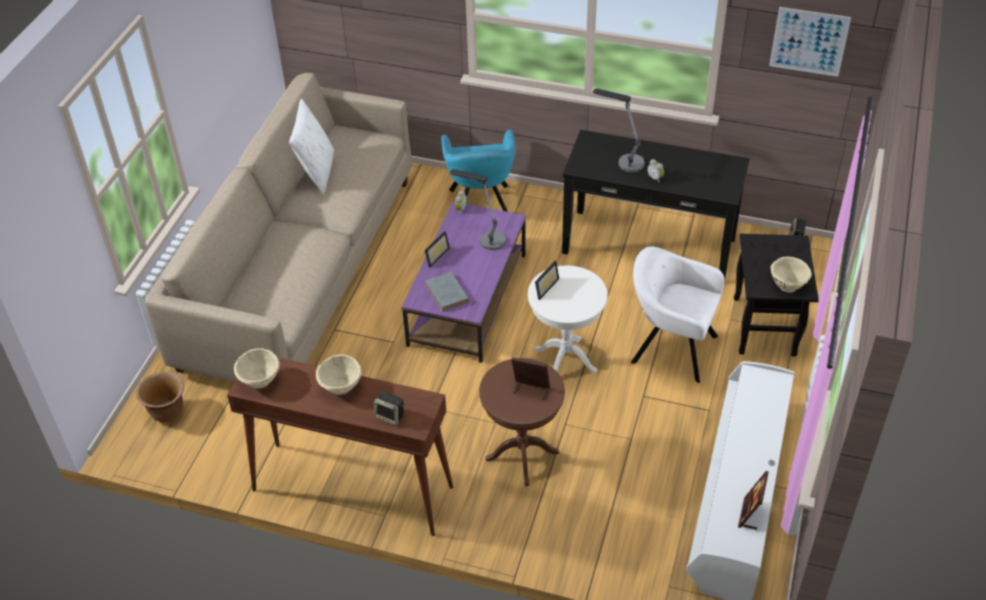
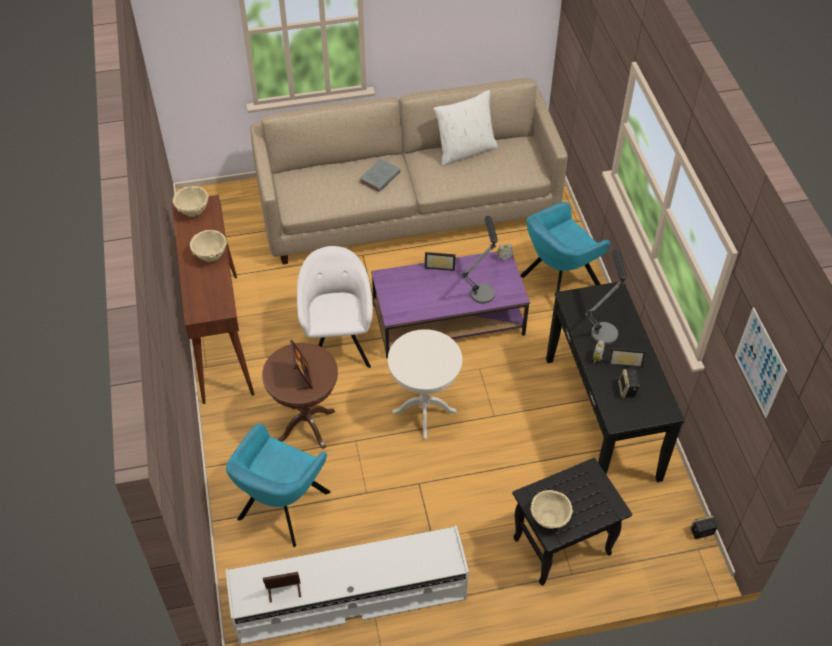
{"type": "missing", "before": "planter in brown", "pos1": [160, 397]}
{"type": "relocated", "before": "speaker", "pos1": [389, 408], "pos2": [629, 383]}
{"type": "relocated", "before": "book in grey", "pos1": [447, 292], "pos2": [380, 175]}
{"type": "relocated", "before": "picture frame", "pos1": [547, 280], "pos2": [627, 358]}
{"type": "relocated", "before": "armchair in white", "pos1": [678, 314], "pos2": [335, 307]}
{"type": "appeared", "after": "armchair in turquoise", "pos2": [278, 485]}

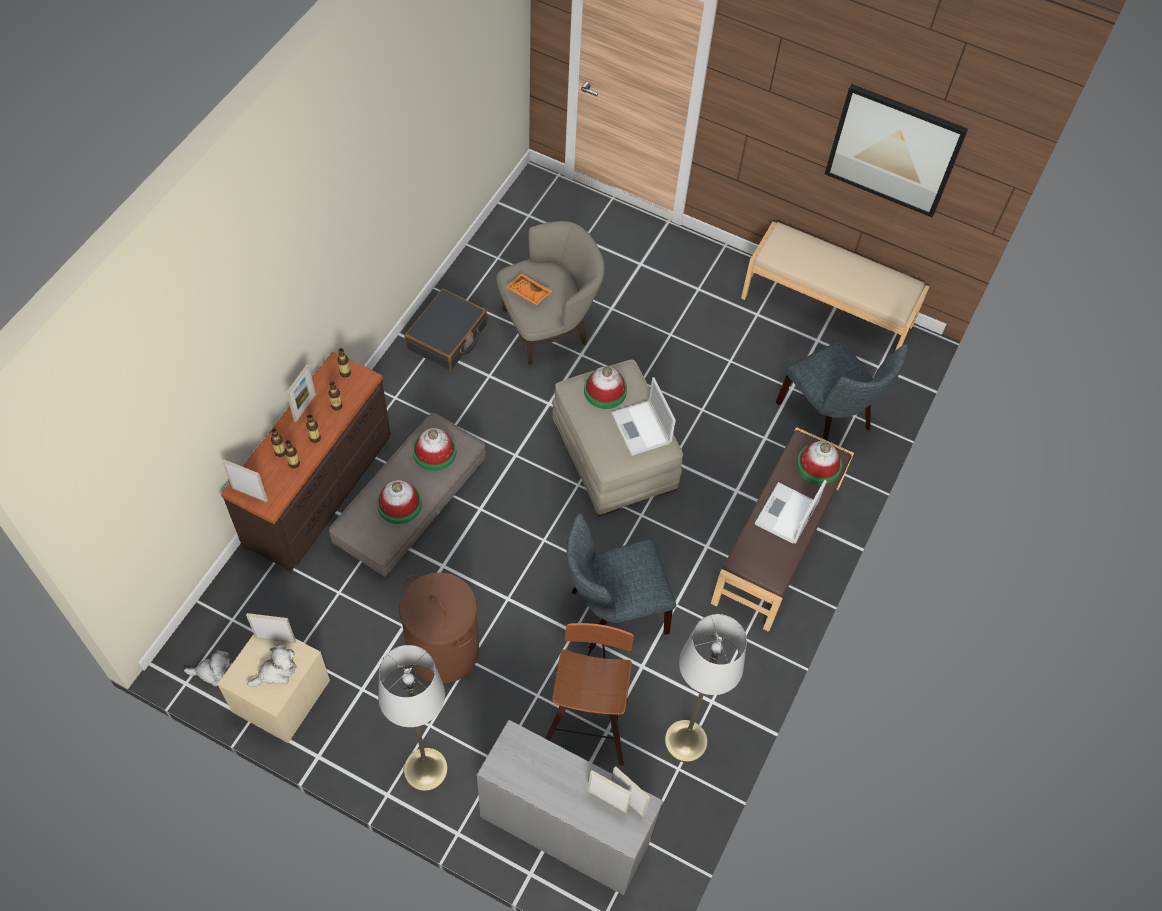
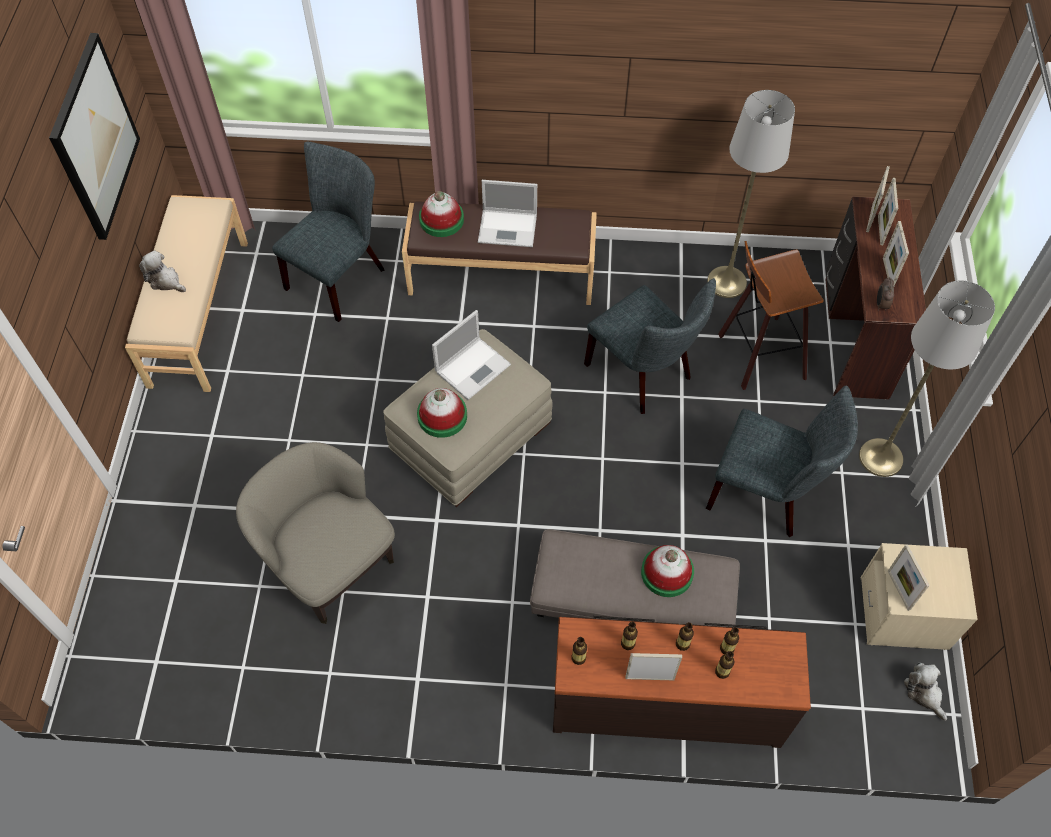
{"type": "relocated", "before": "picture frame", "pos1": [245, 480], "pos2": [896, 253]}
{"type": "relocated", "before": "plush toy", "pos1": [271, 666], "pos2": [162, 271]}
{"type": "exchanged", "before": "laundry basket in brown", "after": "chair in grey", "pos1": [439, 627], "pos2": [782, 461]}
{"type": "missing", "before": "suitcase in black", "pos1": [445, 329]}
{"type": "missing", "before": "hat", "pos1": [434, 449]}
{"type": "colour", "before": "desk in grey", "after": "desk in brown", "pos1": [570, 807], "pos2": [876, 298]}
{"type": "missing", "before": "tray in orange", "pos1": [529, 289]}
{"type": "appeared", "after": "alarm clock", "pos2": [885, 294]}

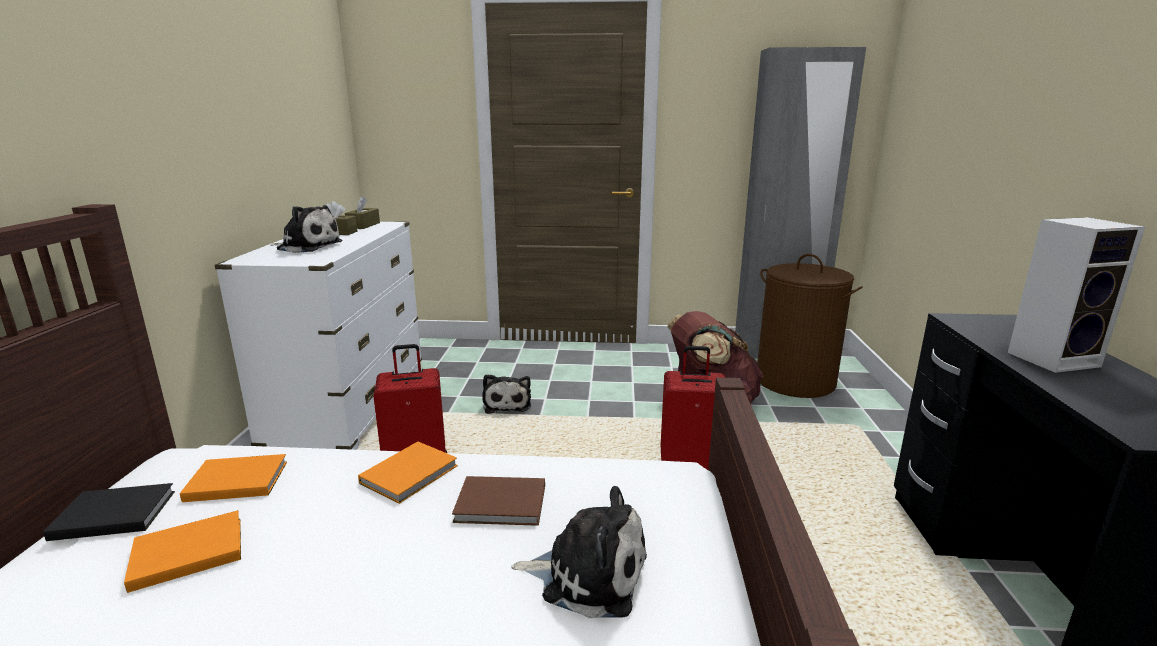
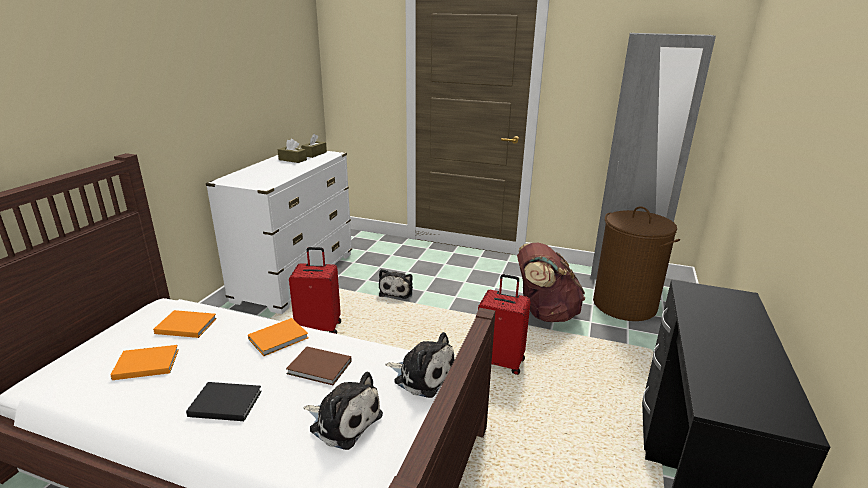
{"type": "relocated", "before": "book in black", "pos1": [109, 512], "pos2": [224, 401]}
{"type": "relocated", "before": "plush toy", "pos1": [306, 229], "pos2": [419, 365]}
{"type": "missing", "before": "speaker", "pos1": [1076, 295]}

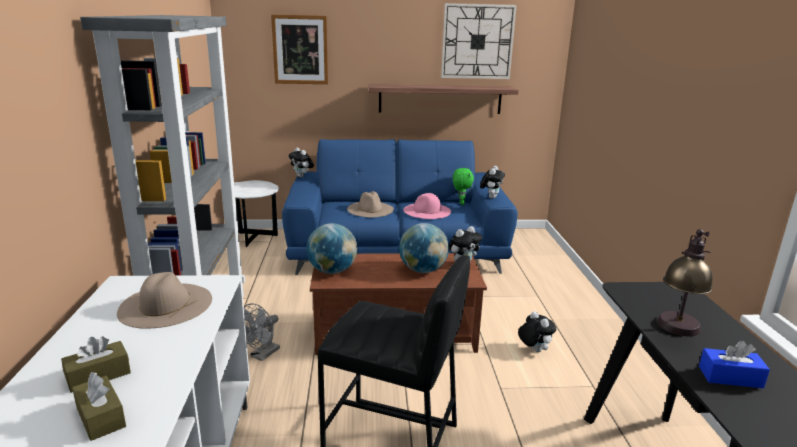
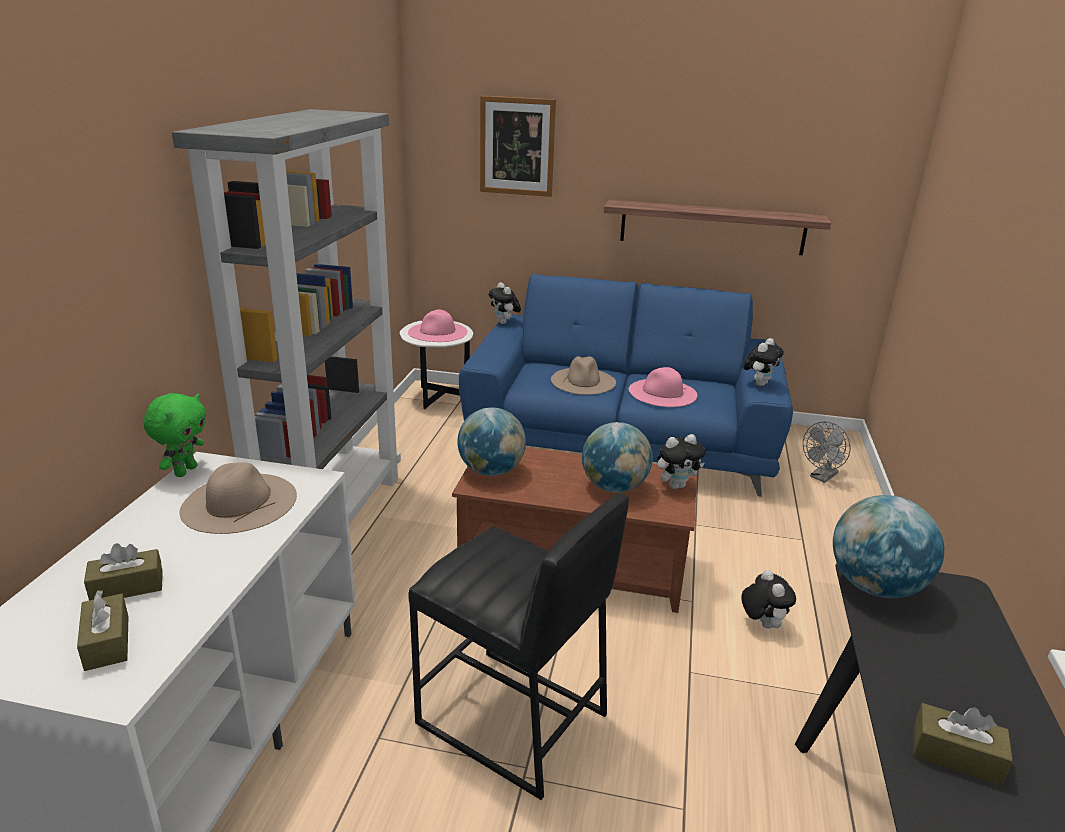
{"type": "relocated", "before": "fan in grey", "pos1": [262, 332], "pos2": [827, 452]}
{"type": "missing", "before": "wall clock", "pos1": [479, 41]}
{"type": "relocated", "before": "plush toy in green", "pos1": [463, 186], "pos2": [175, 435]}
{"type": "missing", "before": "table lamp", "pos1": [685, 282]}
{"type": "colour", "before": "tissue box in blue", "after": "tissue box in brown", "pos1": [734, 364], "pos2": [963, 744]}
{"type": "appeared", "after": "hat in pink", "pos2": [437, 325]}
{"type": "appeared", "after": "globe", "pos2": [888, 546]}

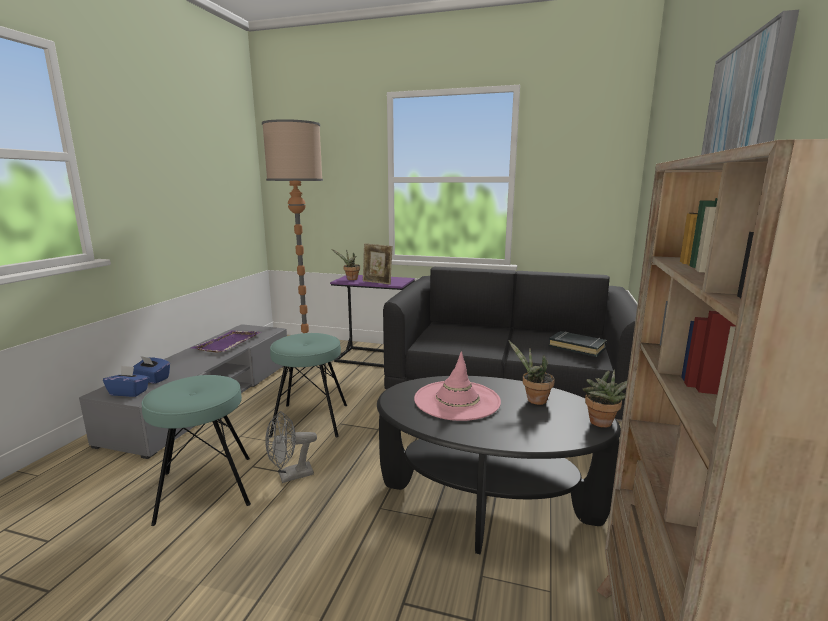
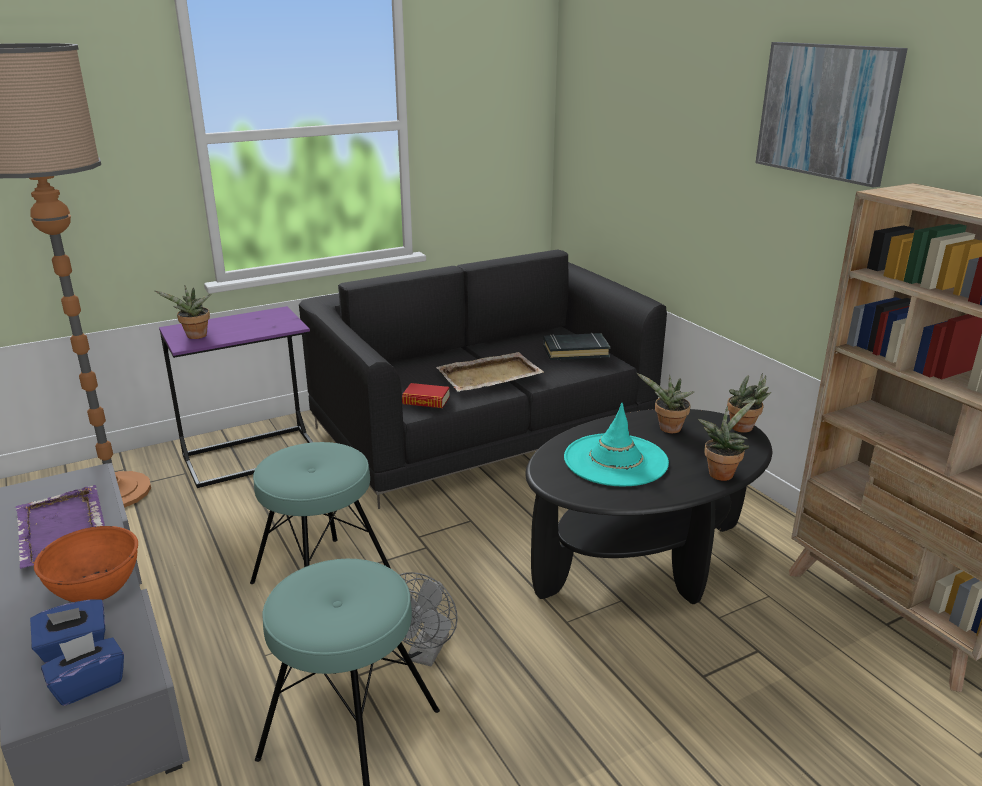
{"type": "missing", "before": "picture frame", "pos1": [378, 264]}
{"type": "colour", "before": "hat in pink", "after": "hat in turquoise", "pos1": [457, 386], "pos2": [616, 444]}
{"type": "appeared", "after": "bowl in orange", "pos2": [86, 564]}
{"type": "appeared", "after": "book", "pos2": [426, 395]}
{"type": "appeared", "after": "tray in beige", "pos2": [490, 372]}
{"type": "appeared", "after": "potted plant", "pos2": [727, 440]}

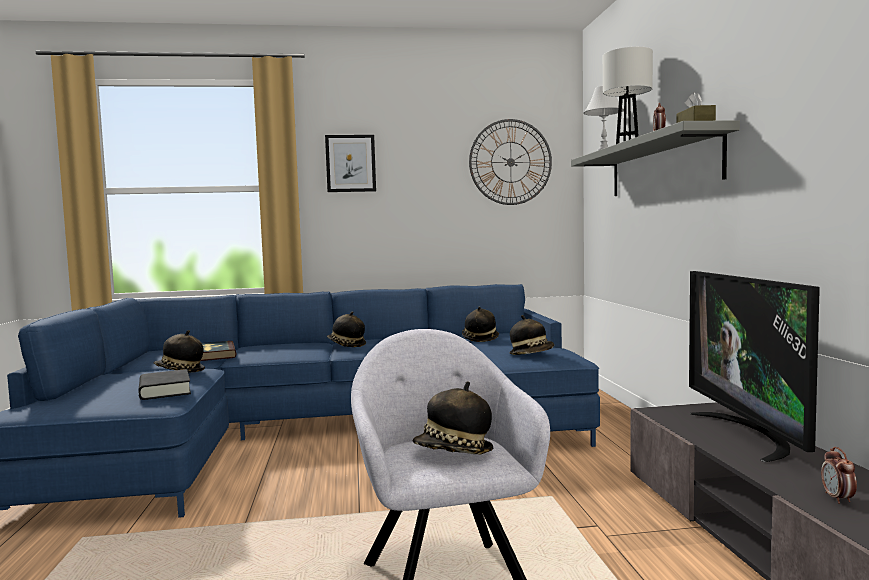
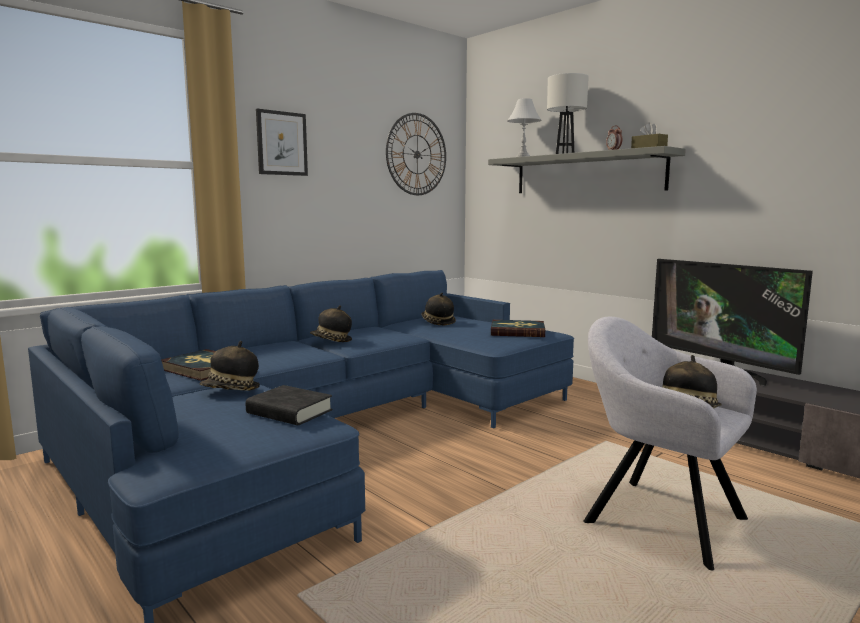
{"type": "exchanged", "before": "hat", "after": "book", "pos1": [531, 335], "pos2": [518, 328]}
{"type": "missing", "before": "alarm clock", "pos1": [839, 475]}

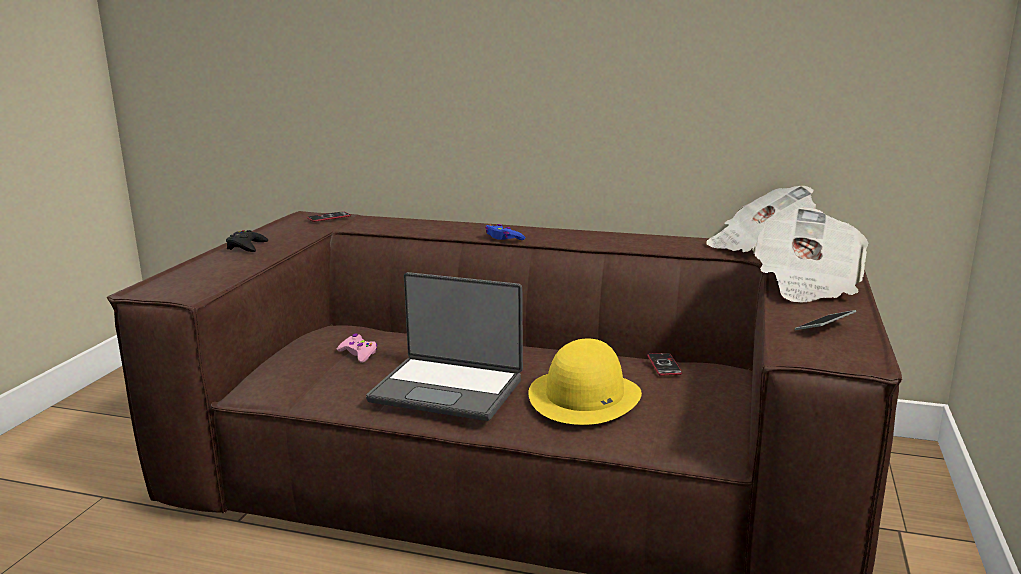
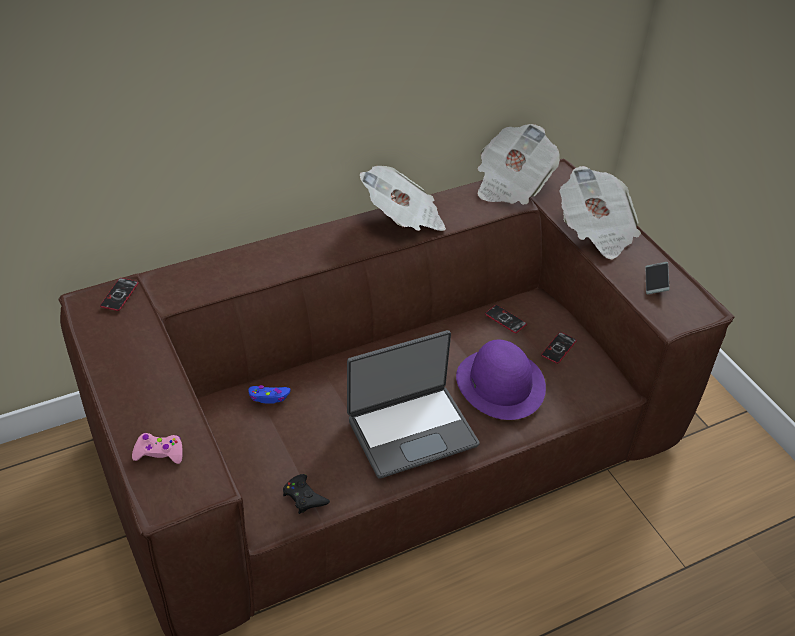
{"type": "relocated", "before": "game controller in black", "pos1": [247, 241], "pos2": [306, 494]}
{"type": "relocated", "before": "game controller in pink", "pos1": [357, 348], "pos2": [157, 448]}
{"type": "relocated", "before": "game controller in blue", "pos1": [505, 232], "pos2": [270, 394]}
{"type": "colour", "before": "hat in yellow", "after": "hat in purple", "pos1": [585, 382], "pos2": [501, 380]}
{"type": "appeared", "after": "newspaper", "pos2": [403, 198]}
{"type": "appeared", "after": "phone", "pos2": [559, 348]}

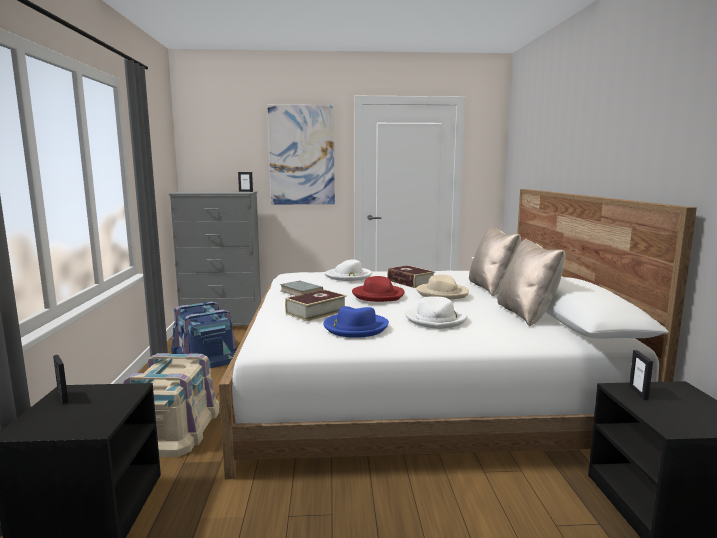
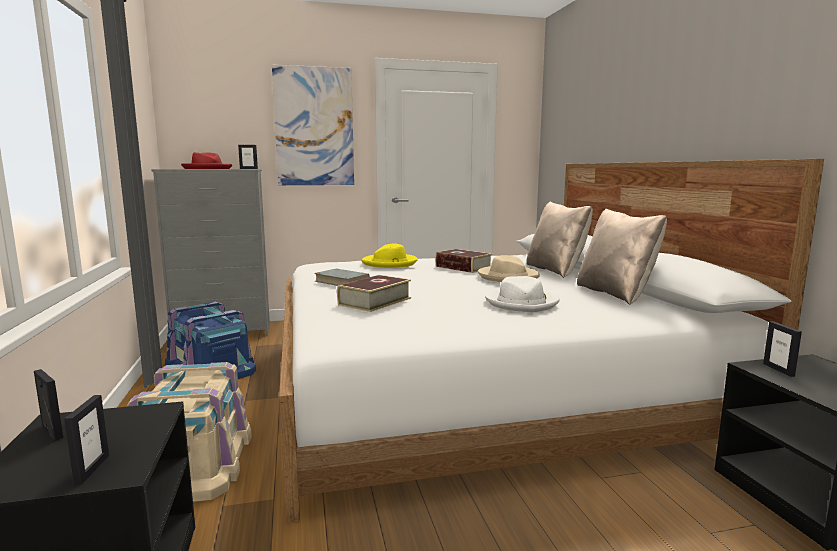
{"type": "missing", "before": "hat in blue", "pos1": [356, 322]}
{"type": "colour", "before": "hat in white", "after": "hat in yellow", "pos1": [348, 270], "pos2": [389, 255]}
{"type": "relocated", "before": "hat in red", "pos1": [378, 289], "pos2": [206, 160]}
{"type": "appeared", "after": "picture frame", "pos2": [86, 440]}

